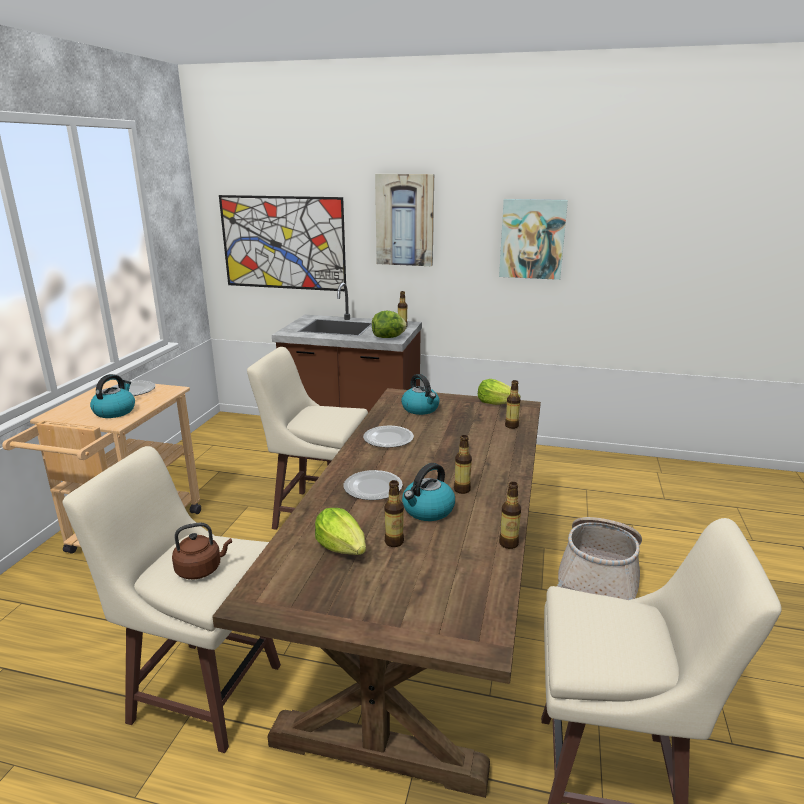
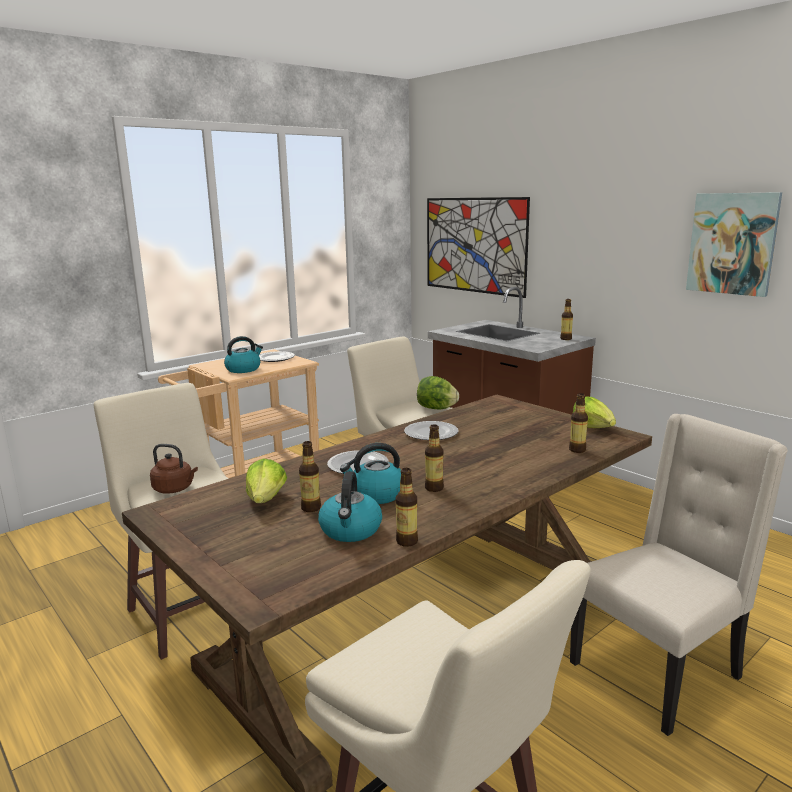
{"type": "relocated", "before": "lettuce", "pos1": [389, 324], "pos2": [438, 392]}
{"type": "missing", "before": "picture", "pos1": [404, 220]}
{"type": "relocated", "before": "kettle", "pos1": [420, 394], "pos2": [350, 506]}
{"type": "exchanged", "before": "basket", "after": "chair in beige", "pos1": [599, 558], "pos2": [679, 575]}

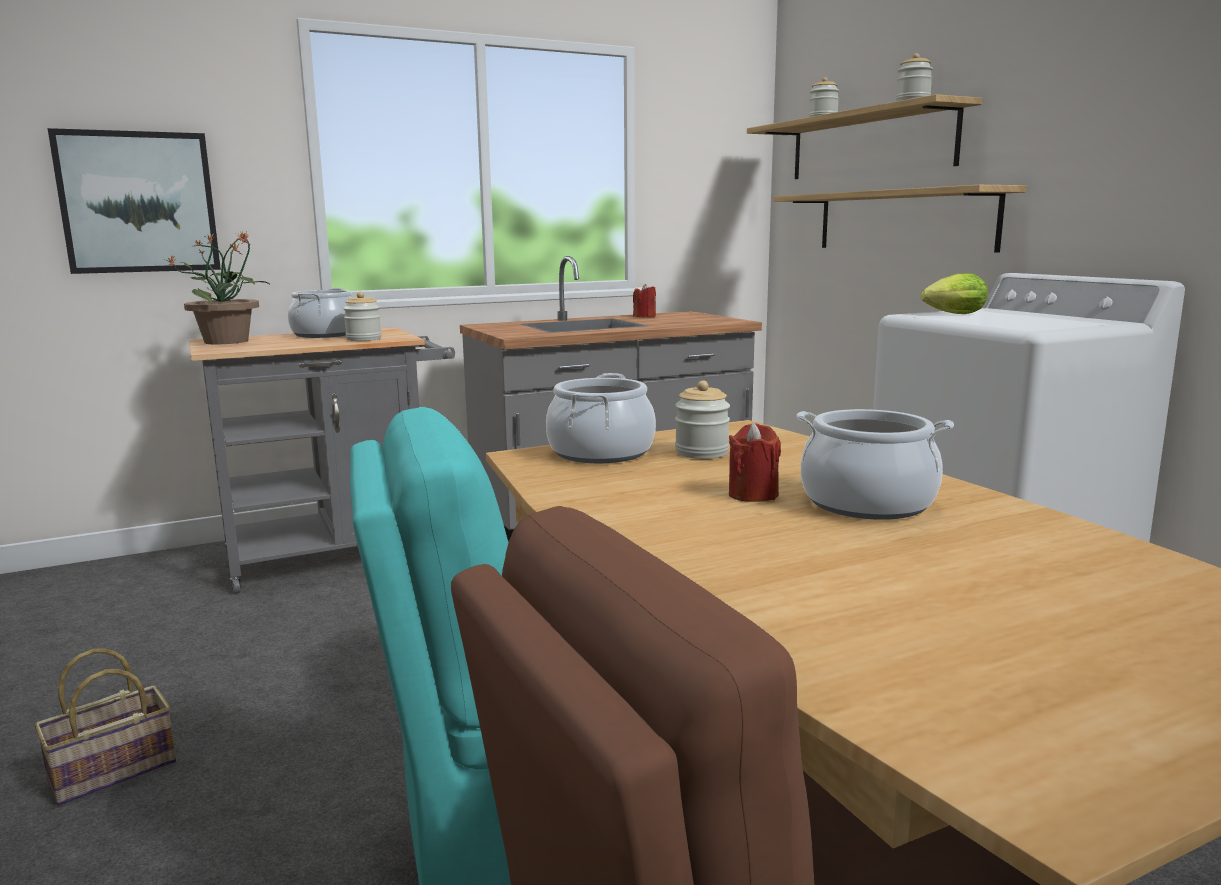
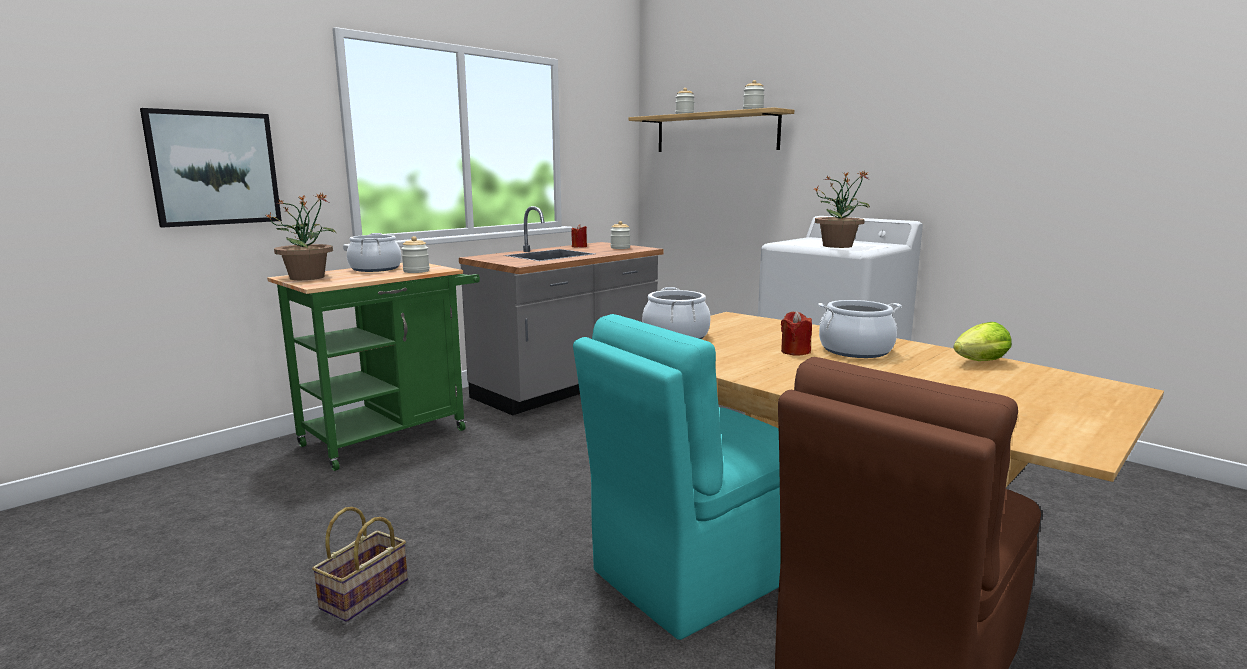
{"type": "colour", "before": "cart in grey", "after": "cart in green", "pos1": [322, 460], "pos2": [373, 367]}
{"type": "relocated", "before": "jar", "pos1": [702, 420], "pos2": [620, 235]}
{"type": "missing", "before": "shelf", "pos1": [900, 219]}
{"type": "relocated", "before": "lettuce", "pos1": [954, 293], "pos2": [982, 341]}
{"type": "appeared", "after": "potted plant", "pos2": [841, 209]}

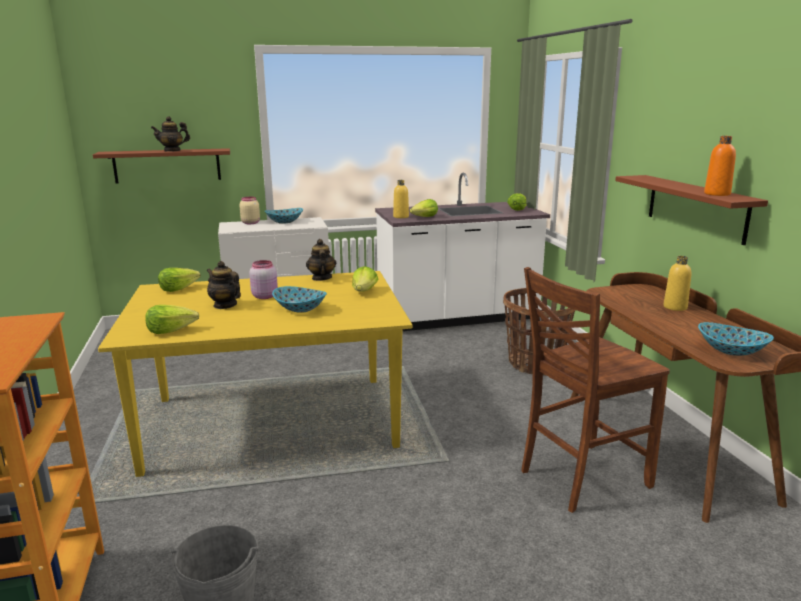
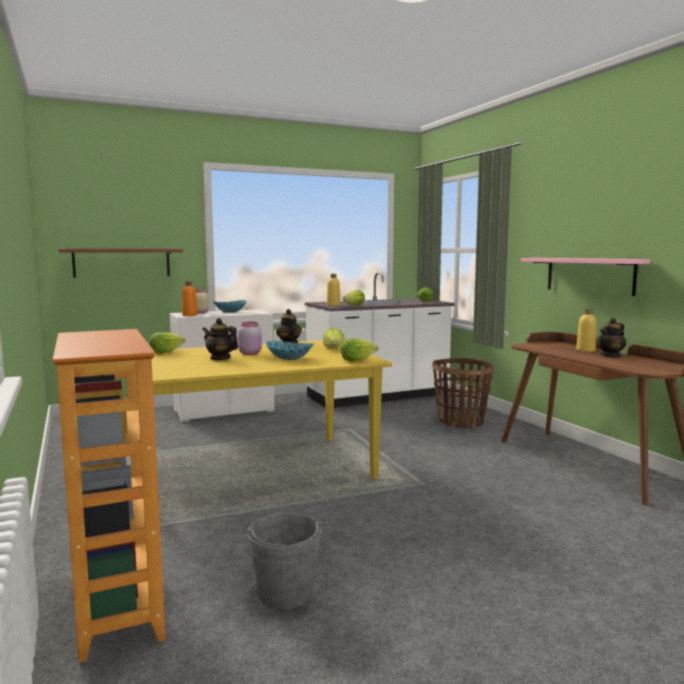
{"type": "relocated", "before": "lettuce", "pos1": [172, 319], "pos2": [359, 350]}
{"type": "relocated", "before": "teapot", "pos1": [170, 134], "pos2": [611, 337]}
{"type": "missing", "before": "chair in brown", "pos1": [596, 390]}
{"type": "colour", "before": "shelf in brown", "after": "shelf in pink", "pos1": [691, 210], "pos2": [585, 277]}
{"type": "missing", "before": "bowl", "pos1": [736, 339]}
{"type": "relocated", "before": "bottle in orange", "pos1": [720, 166], "pos2": [189, 298]}

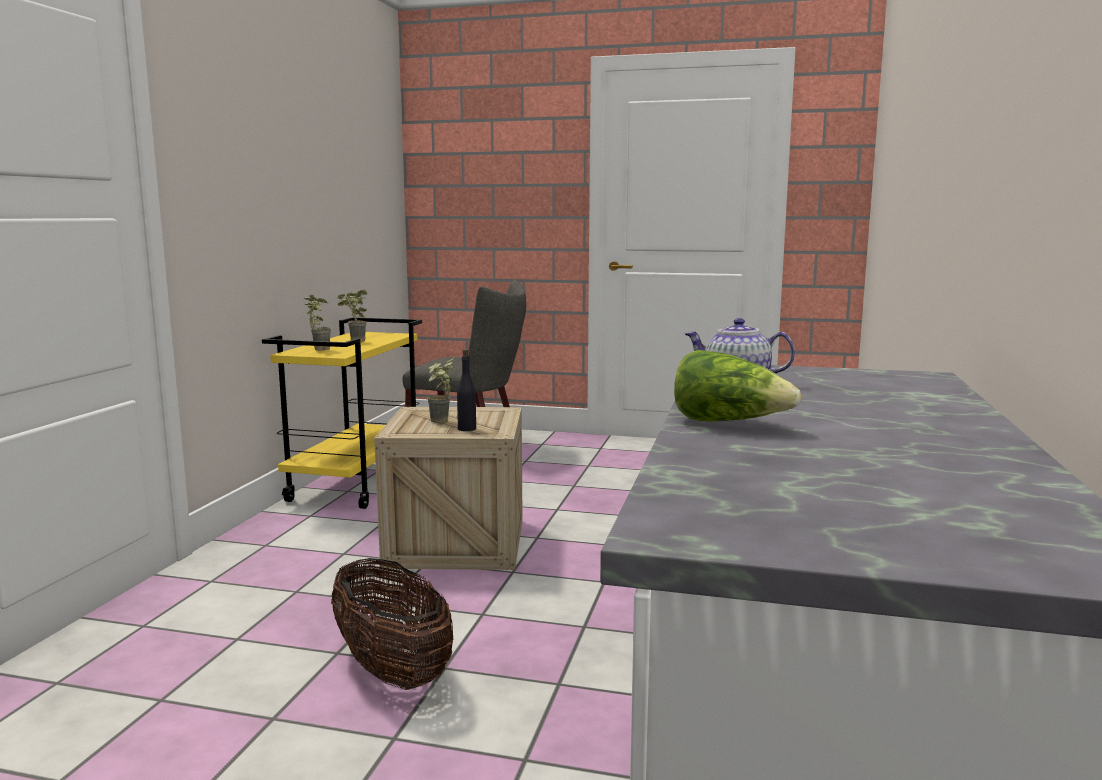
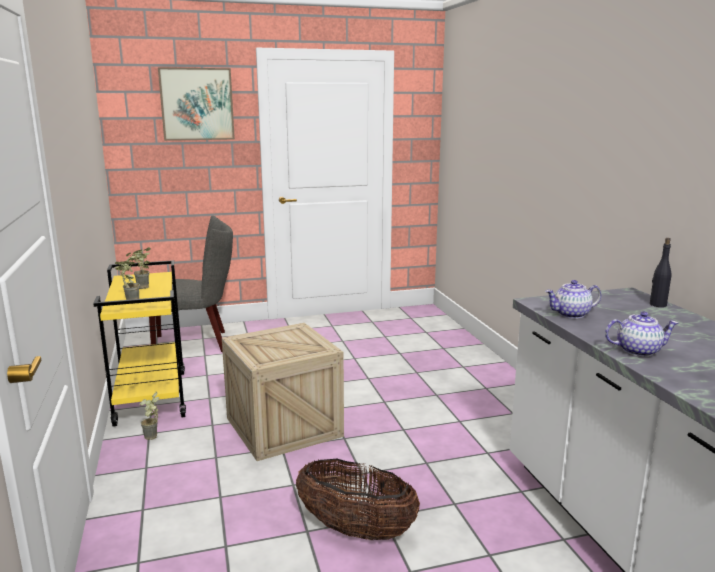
{"type": "relocated", "before": "potted plant", "pos1": [440, 390], "pos2": [149, 415]}
{"type": "relocated", "before": "bottle in black", "pos1": [466, 390], "pos2": [660, 272]}
{"type": "exchanged", "before": "lettuce", "after": "teapot", "pos1": [737, 386], "pos2": [642, 334]}
{"type": "appeared", "after": "picture", "pos2": [196, 104]}

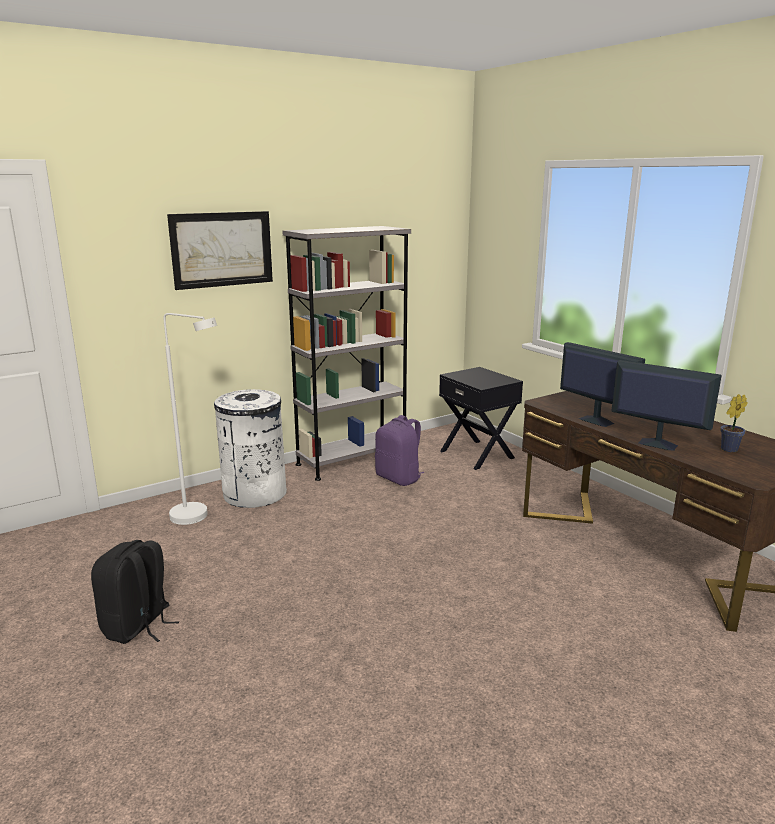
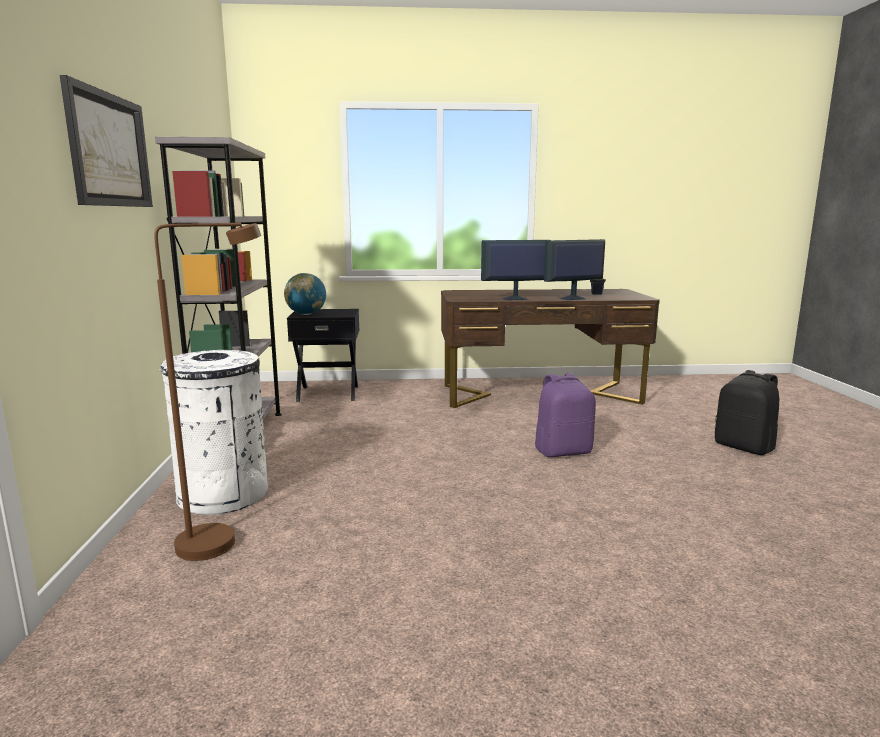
{"type": "relocated", "before": "backpack in black", "pos1": [135, 592], "pos2": [747, 412]}
{"type": "colour", "before": "floor lamp in white", "after": "floor lamp in brown", "pos1": [190, 419], "pos2": [207, 392]}
{"type": "relocated", "before": "backpack in purple", "pos1": [399, 450], "pos2": [565, 415]}
{"type": "appeared", "after": "globe", "pos2": [305, 294]}

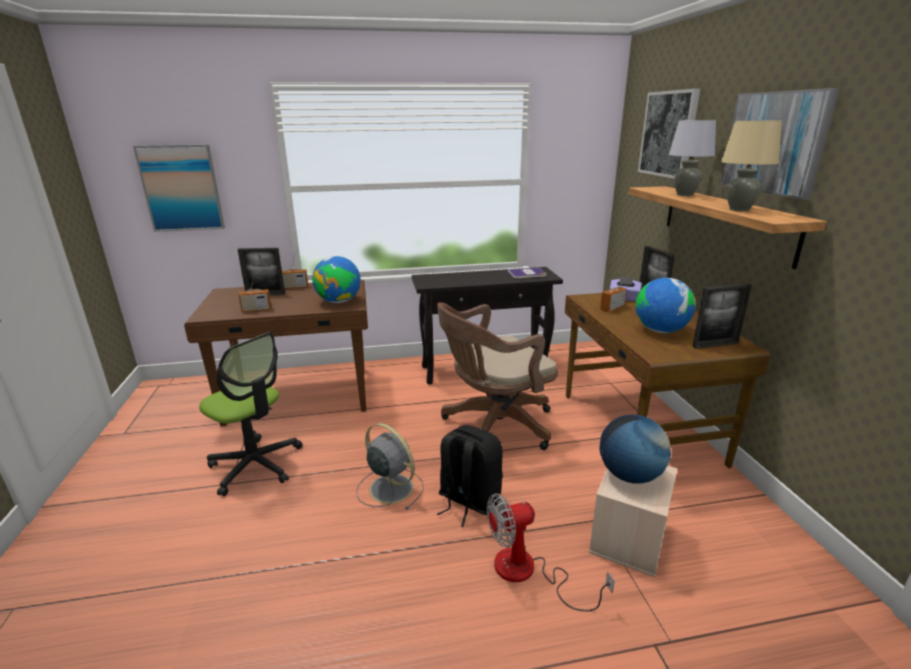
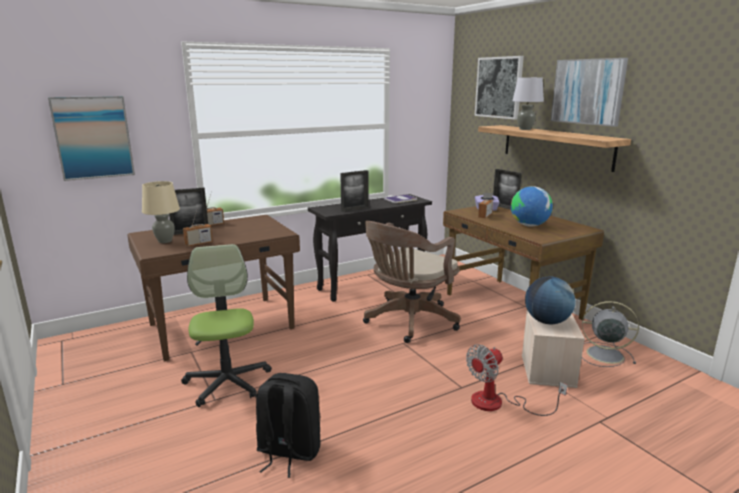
{"type": "spun", "before": "office chair", "pos1": [251, 414], "pos2": [226, 325], "turn": -120}
{"type": "missing", "before": "globe", "pos1": [336, 279]}
{"type": "relocated", "before": "fan in grey", "pos1": [390, 466], "pos2": [610, 334]}
{"type": "relocated", "before": "backpack in black", "pos1": [470, 476], "pos2": [288, 425]}
{"type": "relocated", "before": "picture frame", "pos1": [722, 316], "pos2": [354, 191]}
{"type": "relocated", "before": "table lamp in beige", "pos1": [751, 166], "pos2": [161, 212]}

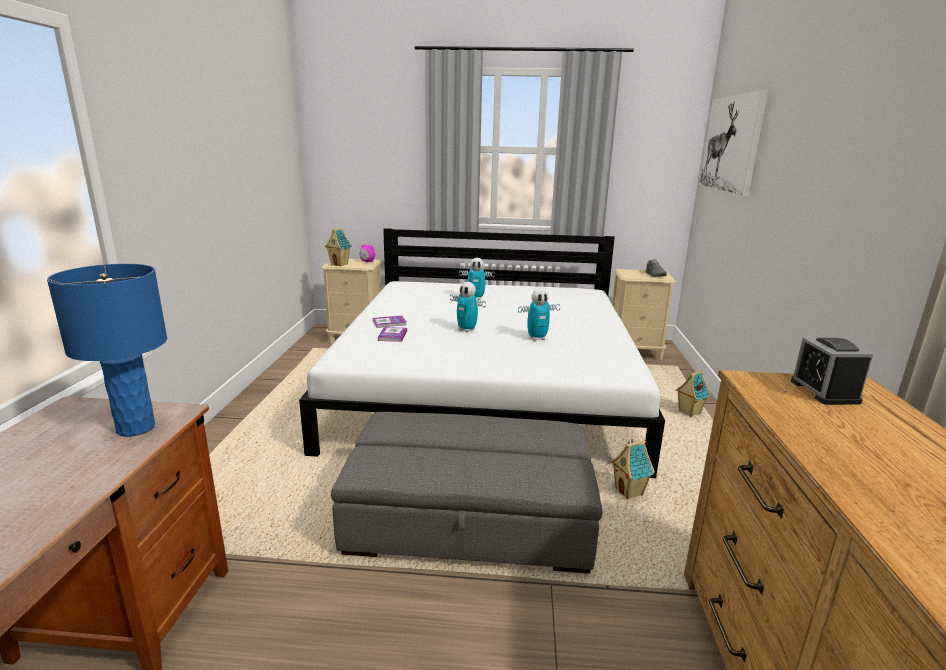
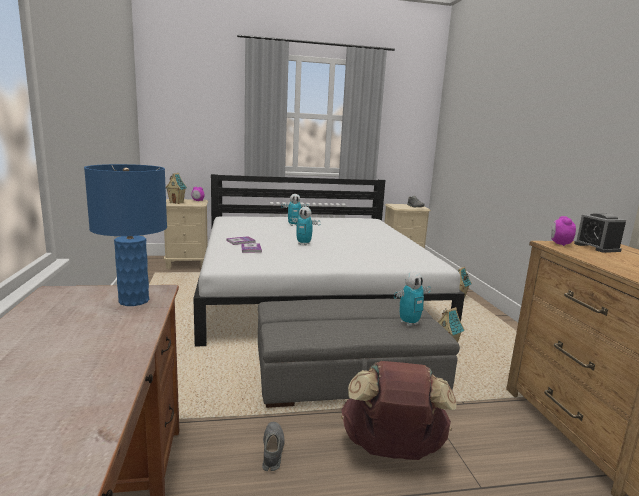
{"type": "relocated", "before": "toy robot", "pos1": [539, 315], "pos2": [412, 299]}
{"type": "missing", "before": "picture", "pos1": [734, 143]}
{"type": "appeared", "after": "shoe in grey", "pos2": [273, 446]}
{"type": "appeared", "after": "backpack in brown", "pos2": [398, 410]}
{"type": "appeared", "after": "alarm clock", "pos2": [563, 231]}

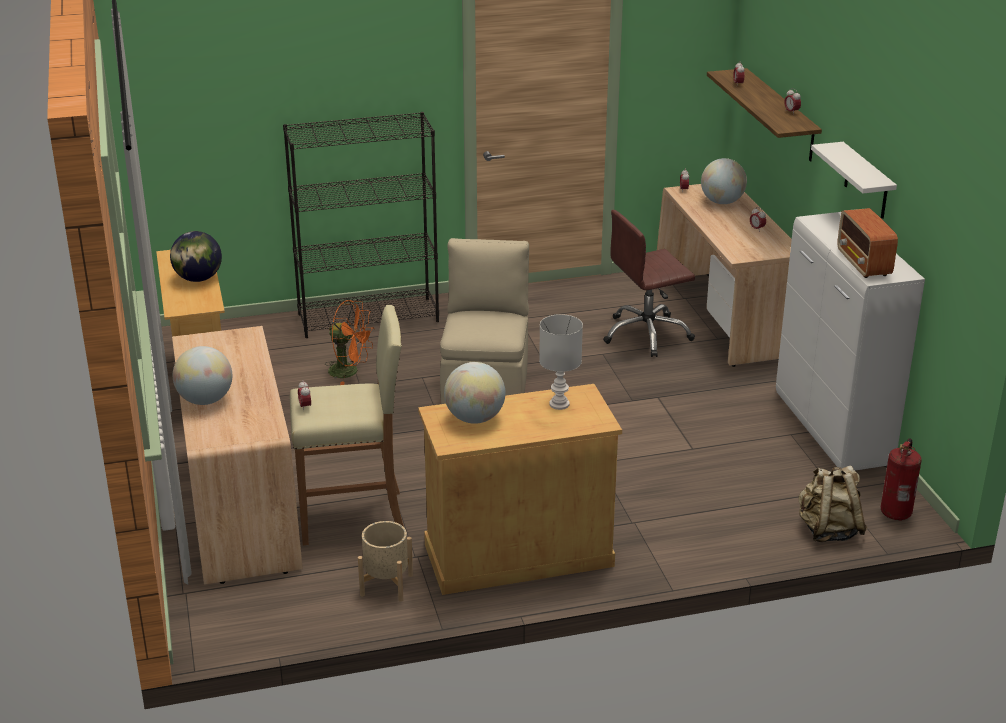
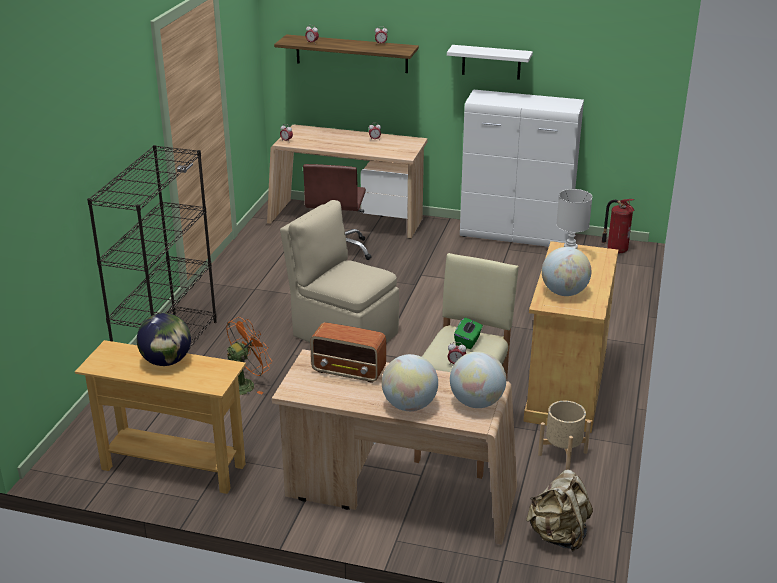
{"type": "relocated", "before": "globe", "pos1": [724, 181], "pos2": [478, 380]}
{"type": "relocated", "before": "backpack in beige", "pos1": [833, 504], "pos2": [559, 511]}
{"type": "relocated", "before": "radio", "pos1": [867, 243], "pos2": [348, 352]}
{"type": "appeared", "after": "tissue box in green", "pos2": [468, 333]}

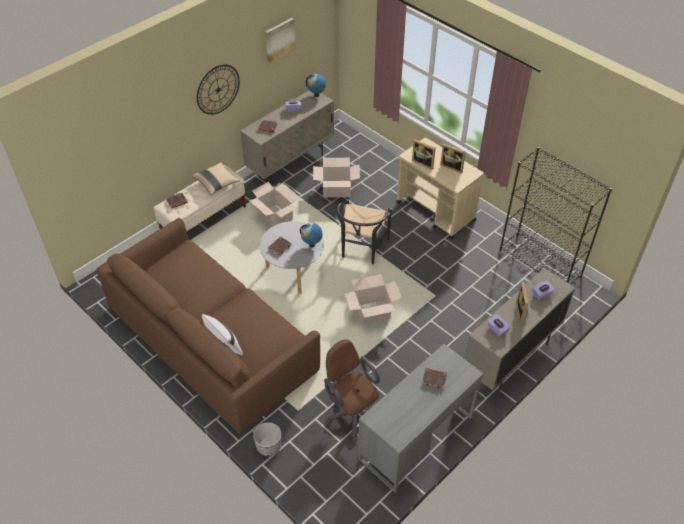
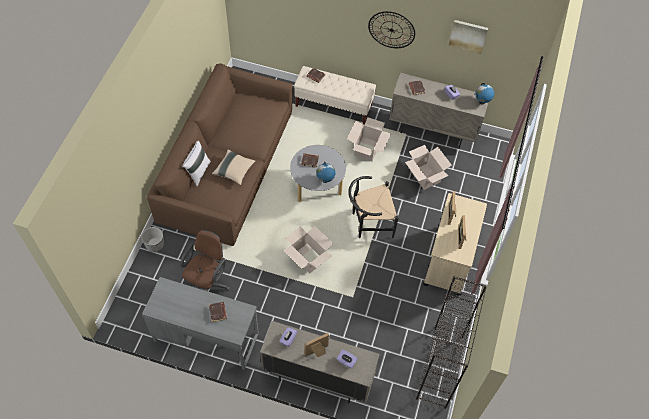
{"type": "relocated", "before": "pillow in beige", "pos1": [216, 178], "pos2": [234, 167]}

